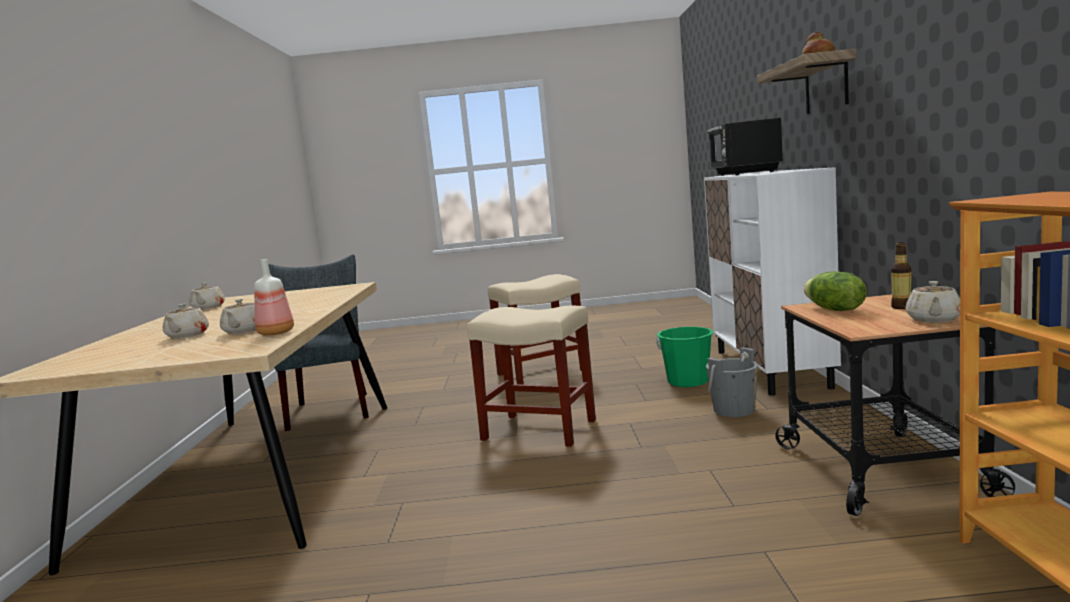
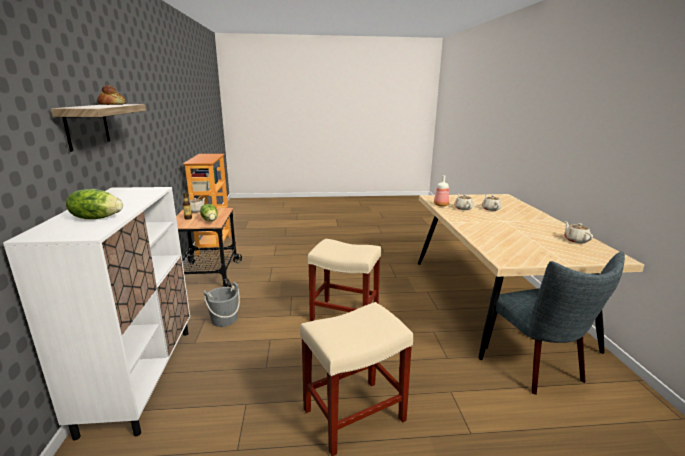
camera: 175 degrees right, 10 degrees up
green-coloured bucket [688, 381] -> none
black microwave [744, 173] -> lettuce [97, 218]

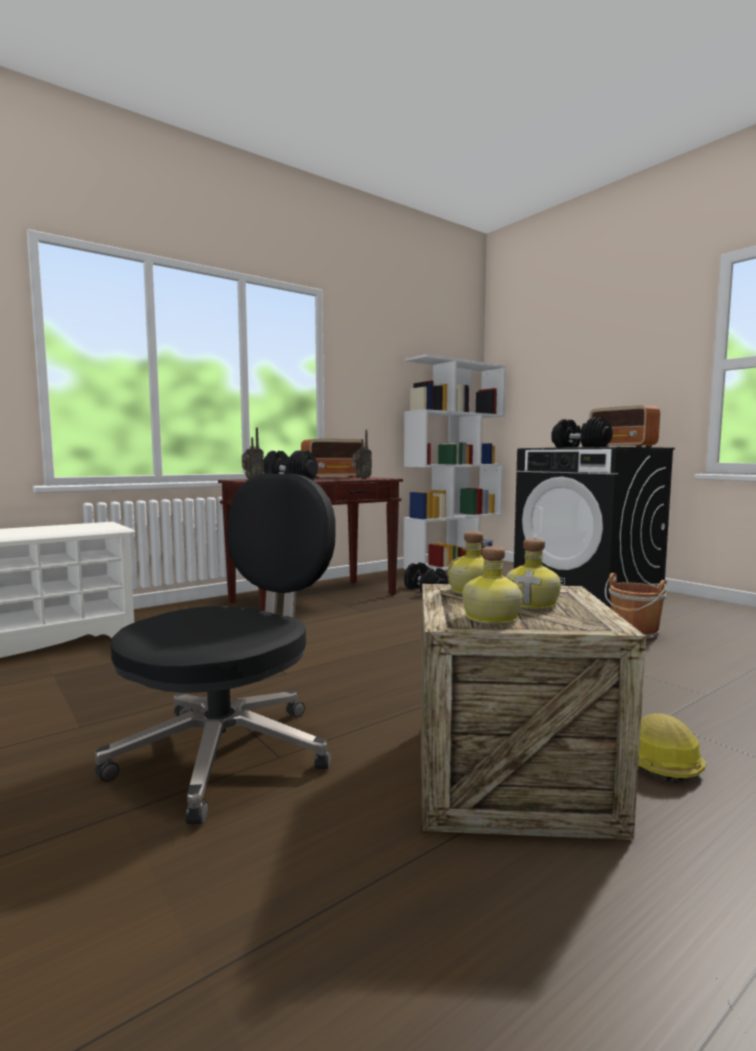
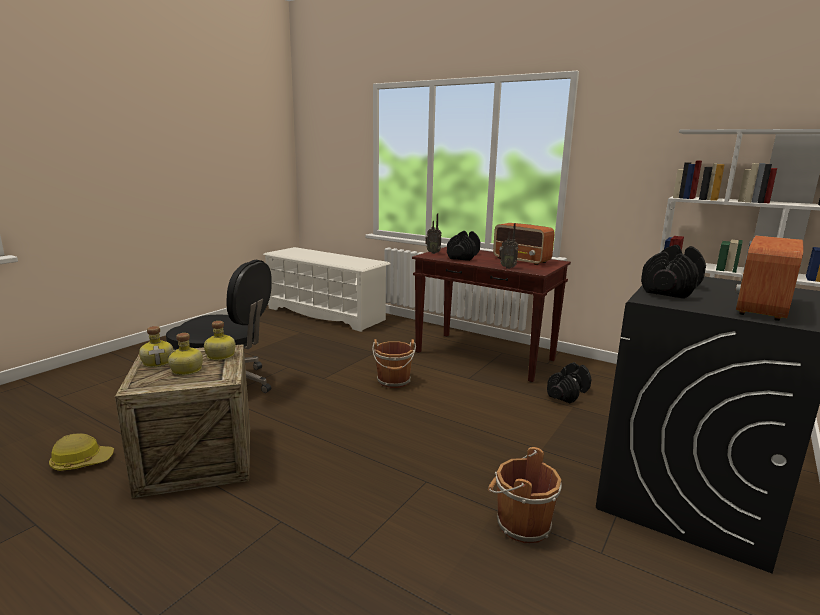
camera: 70 degrees right, 10 degrees up
none -> brown-coloured bucket [394, 381]
work helmet [659, 762] -> work helmet [82, 462], shifted

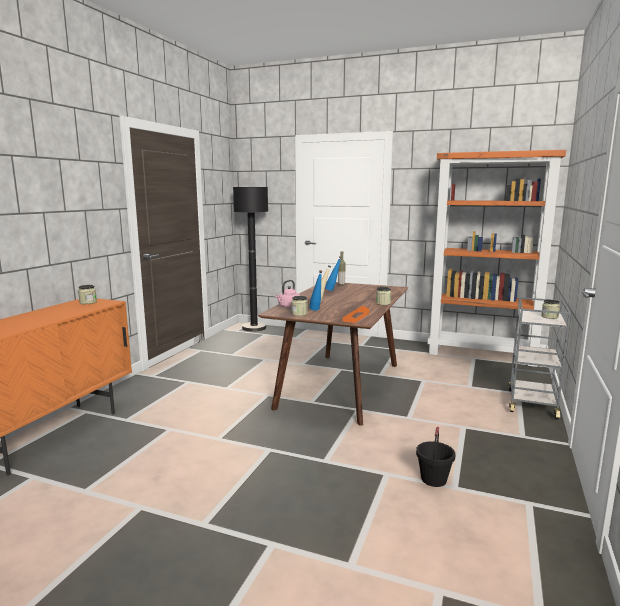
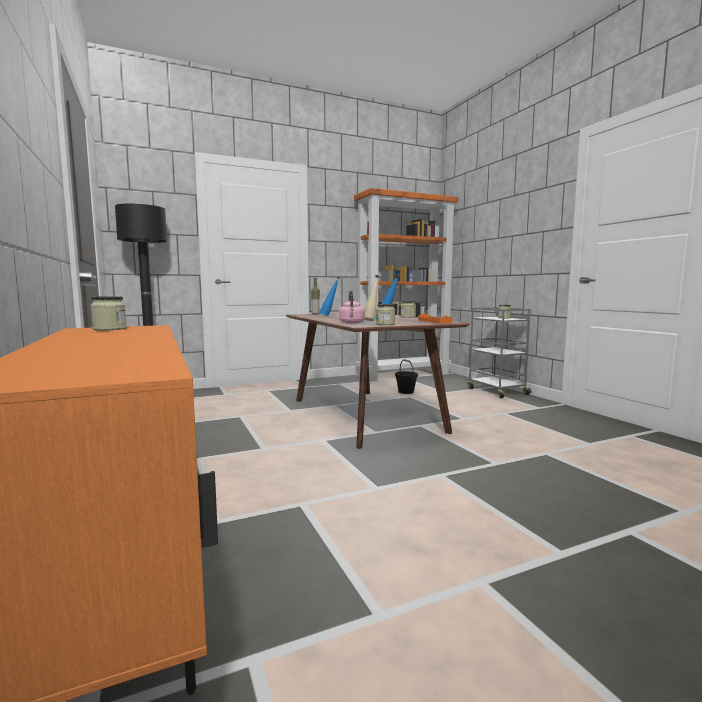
camera: 45 degrees left, 5 degrees down
black bucket [434, 479] -> black bucket [406, 392], shifted

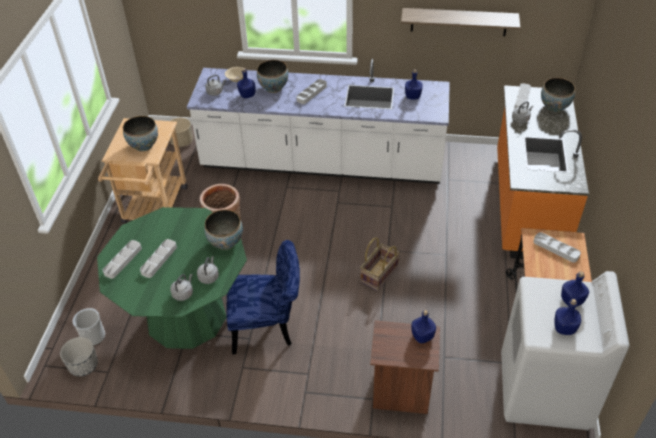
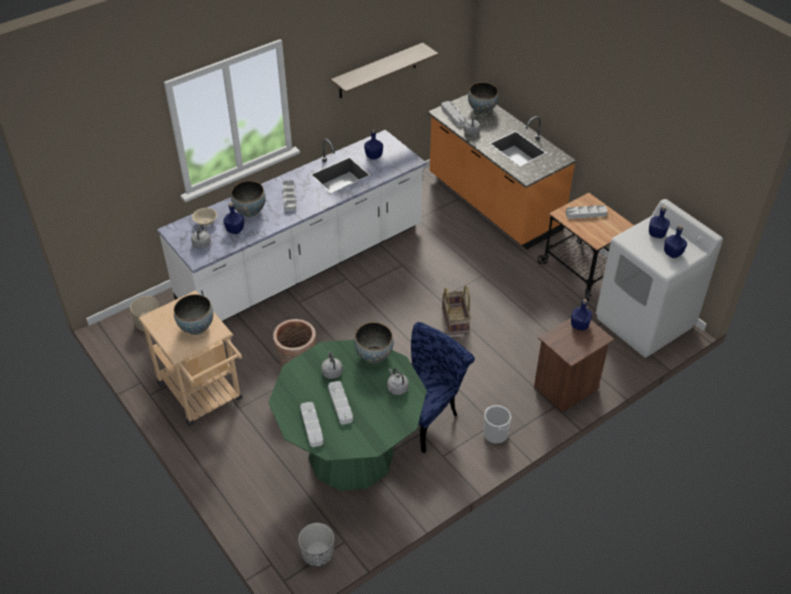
camera: 45 degrees left, 0 degrees up
bucket [93, 336] -> bucket [495, 434], shifted
greyish tea kettle [183, 293] -> greyish tea kettle [332, 372], shifted

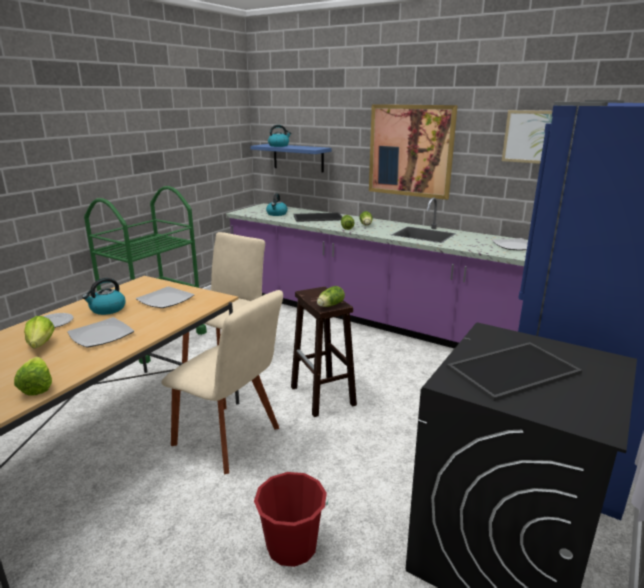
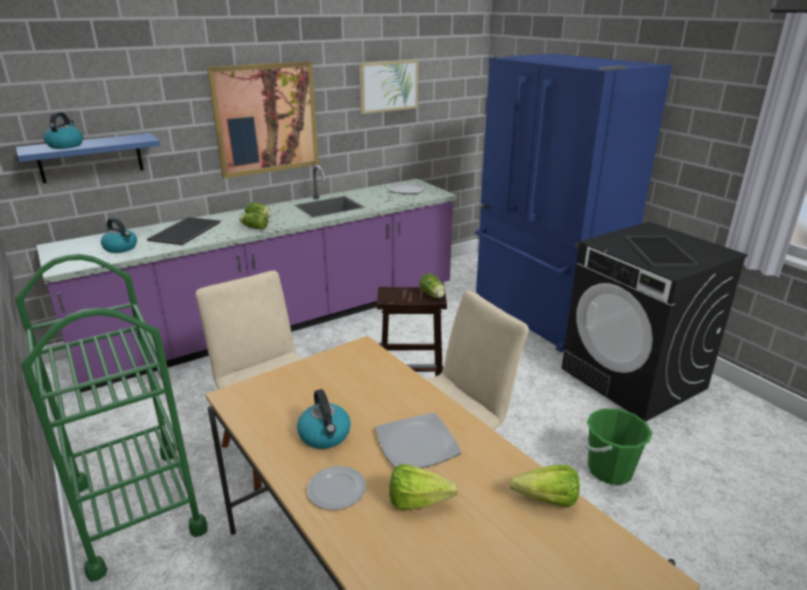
camera: 65 degrees left, 5 degrees up
dinner plate [165, 299] -> none
red-coloured bucket [292, 546] -> green-coloured bucket [610, 470]

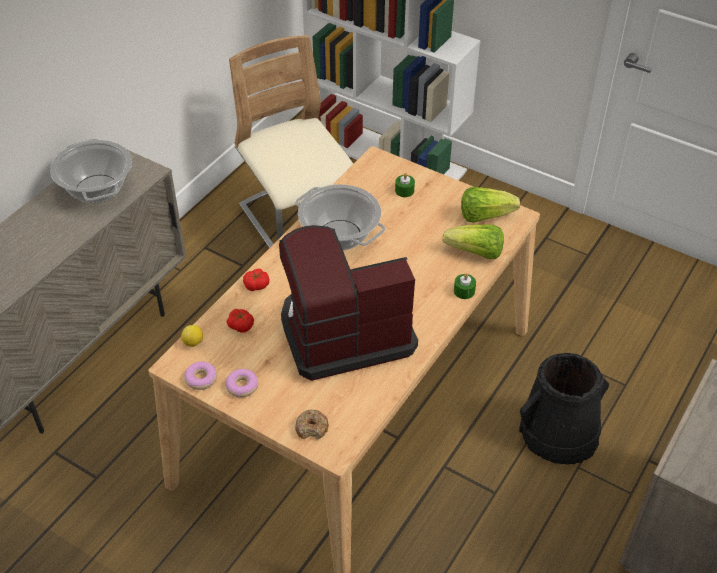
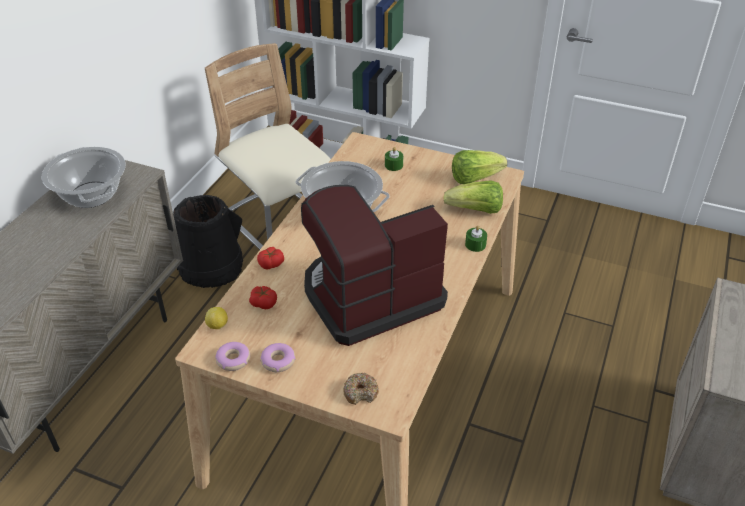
camera: 10 degrees left, 5 degrees down
black bucket [559, 432] -> black bucket [211, 266], shifted

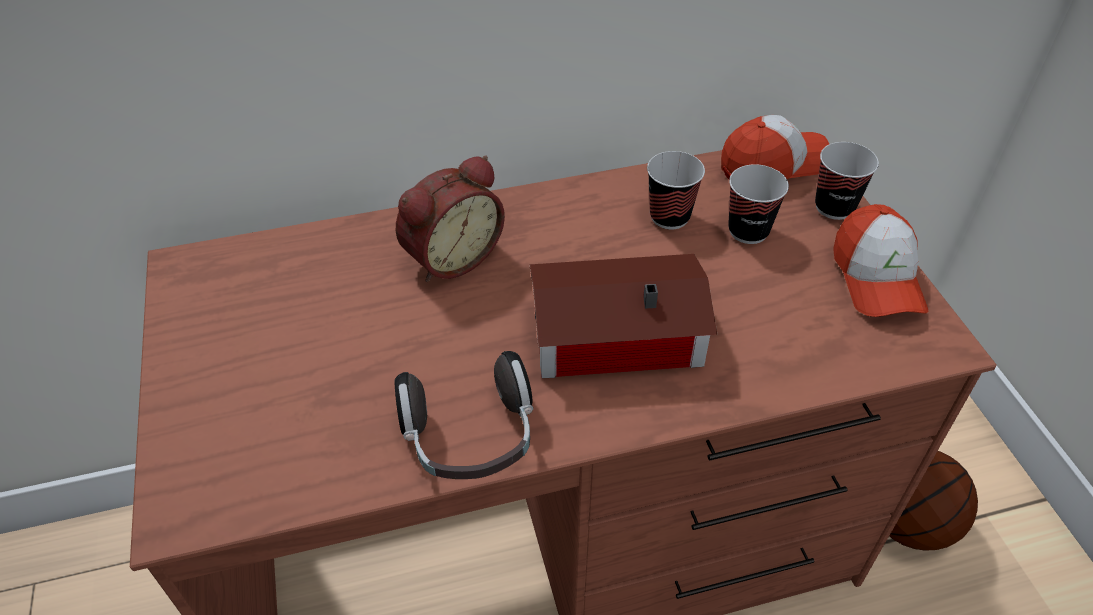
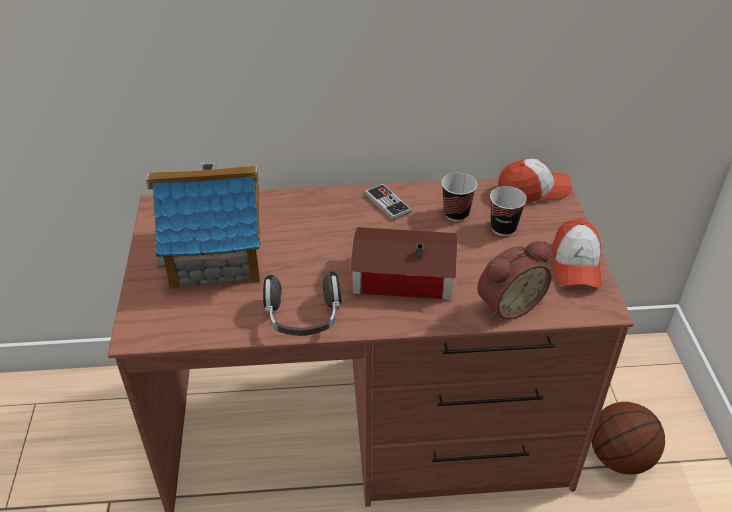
camera: 10 degrees right, 5 degrees down
small cup [834, 207] -> none
none -> miniature house [216, 256]
none -> gamepad [387, 203]
alarm clock [451, 256] -> alarm clock [507, 304], shifted

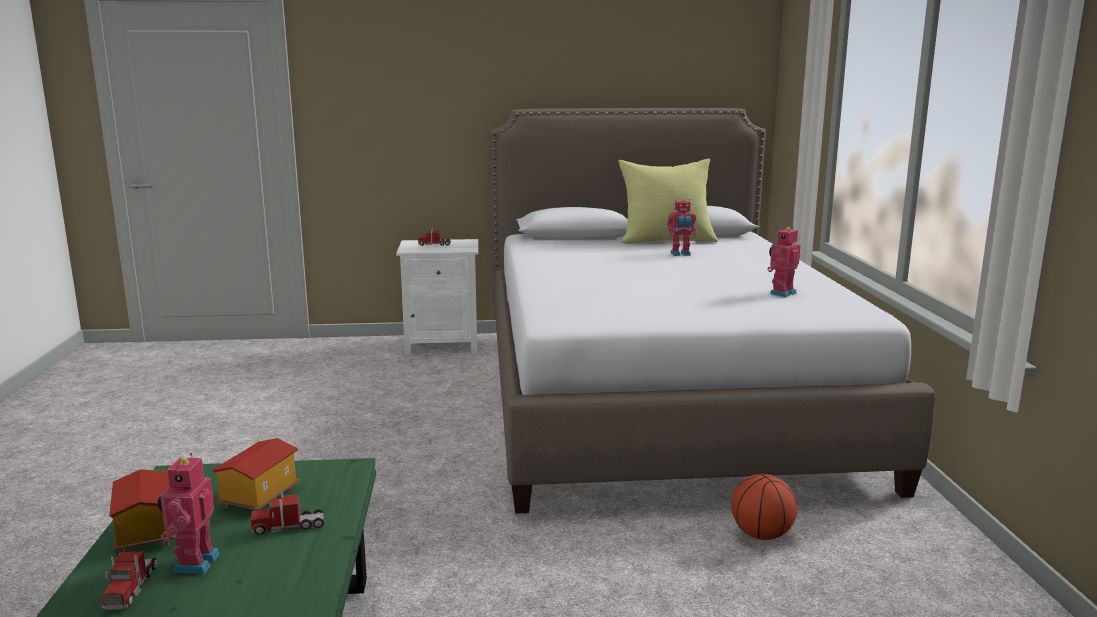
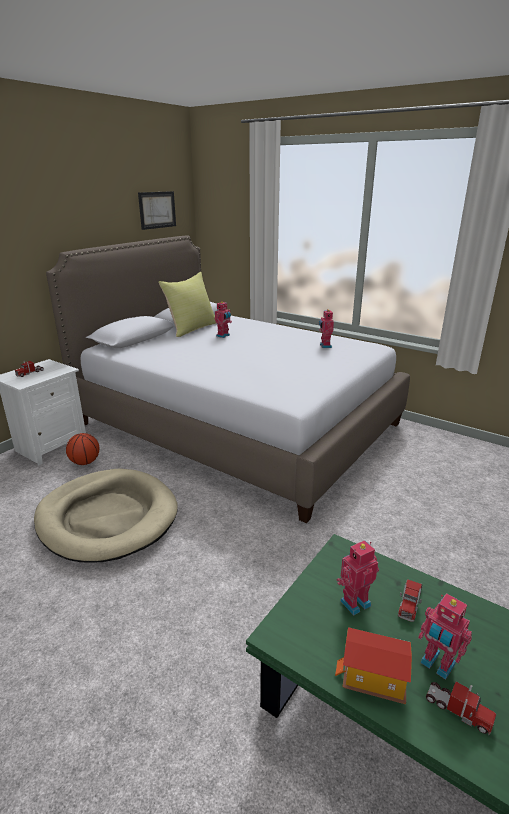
camera: 50 degrees left, 10 degrees up
none -> sand-coloured pet bed [107, 518]
none -> wall picture [157, 210]
basketball [761, 535] -> basketball [85, 462], shifted
miniature house [259, 497] -> toy robot [354, 601]

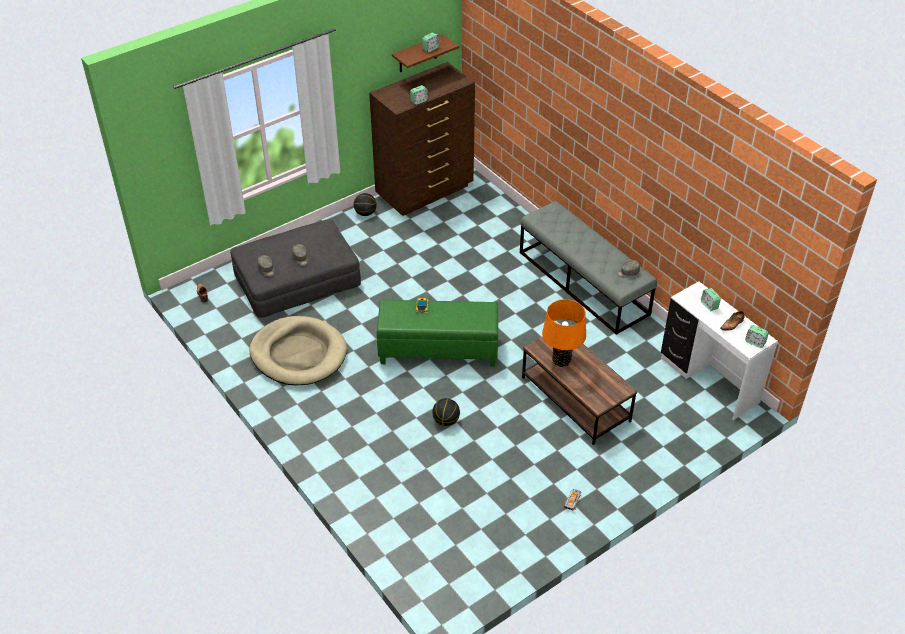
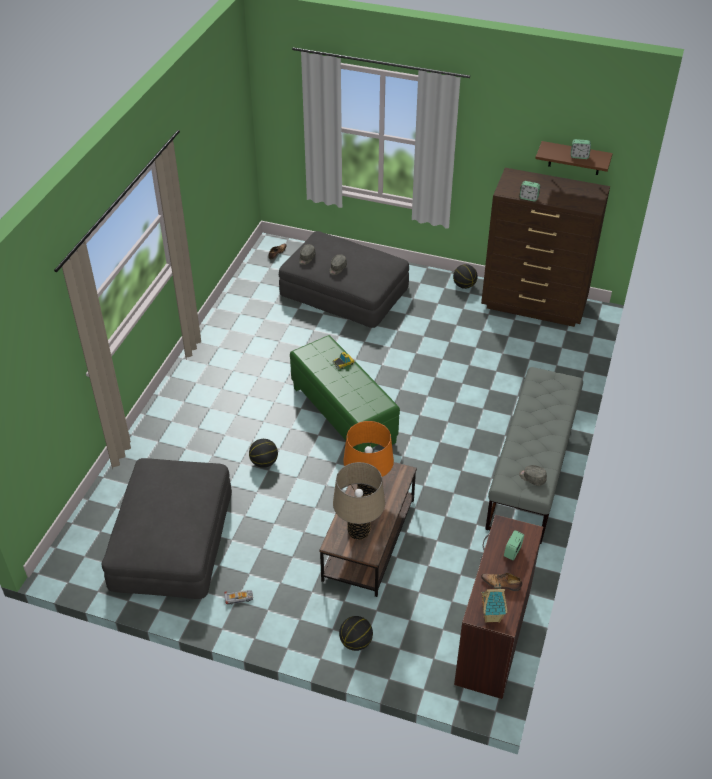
camera: 55 degrees right, 0 degrees up
sand-coloured pet bed [298, 354] -> none
none -> greyish ottoman [171, 538]
none -> sand-coloured table lamp [358, 531]
none -> basketball [356, 642]
alarm clock [755, 342] -> miniature house [492, 616]
white-coloured desk unit [708, 381] -> brown-coloured desk unit [492, 636]

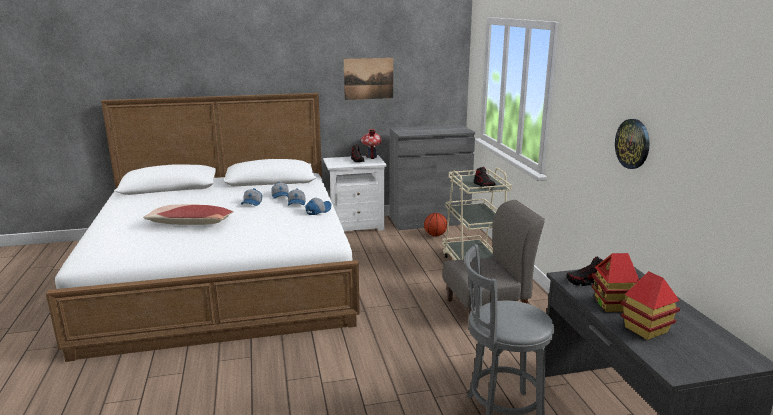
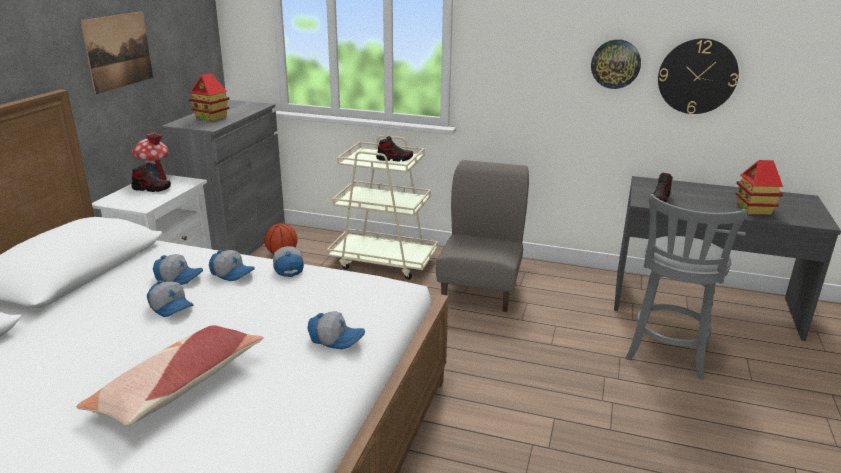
camera: 60 degrees left, 5 degrees up
none -> cap [336, 338]
none -> hanging clock [697, 76]
miniature house [612, 304] -> miniature house [211, 117], shifted

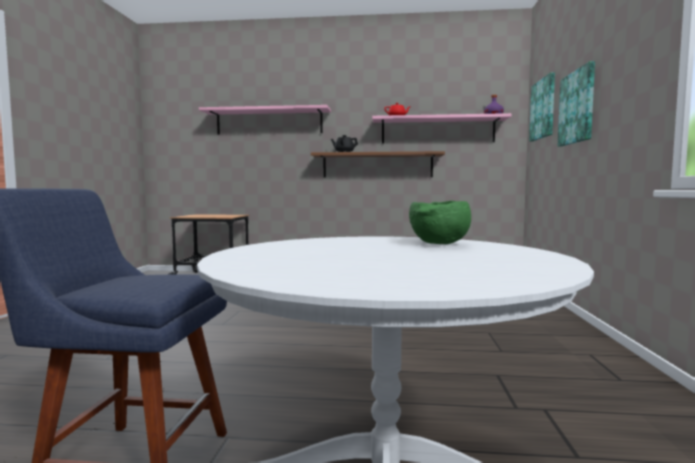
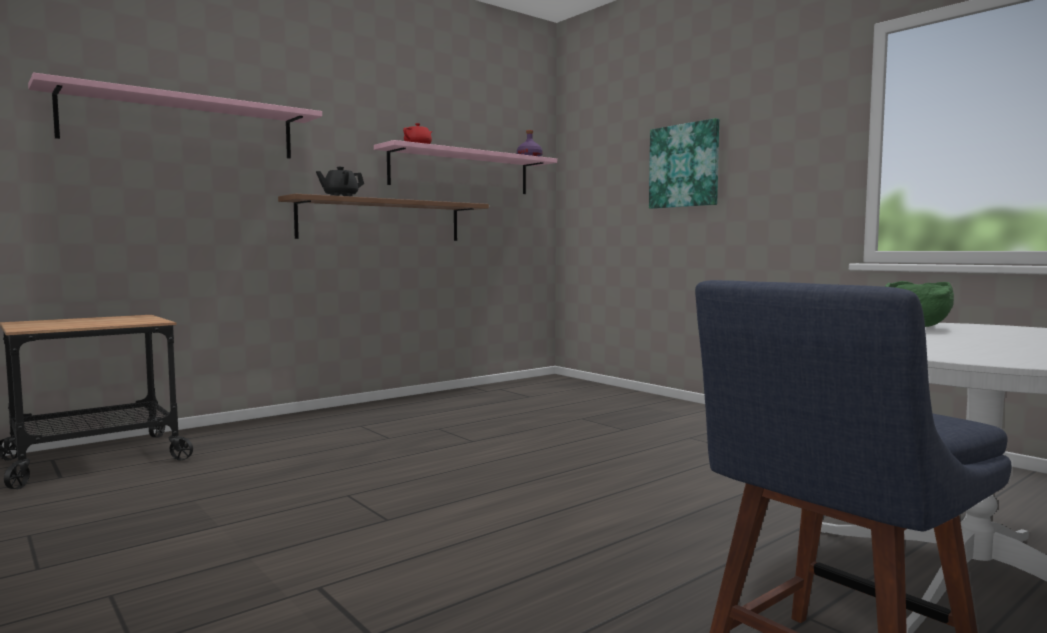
camera: 45 degrees left, 0 degrees up
wall picture [543, 109] -> none

